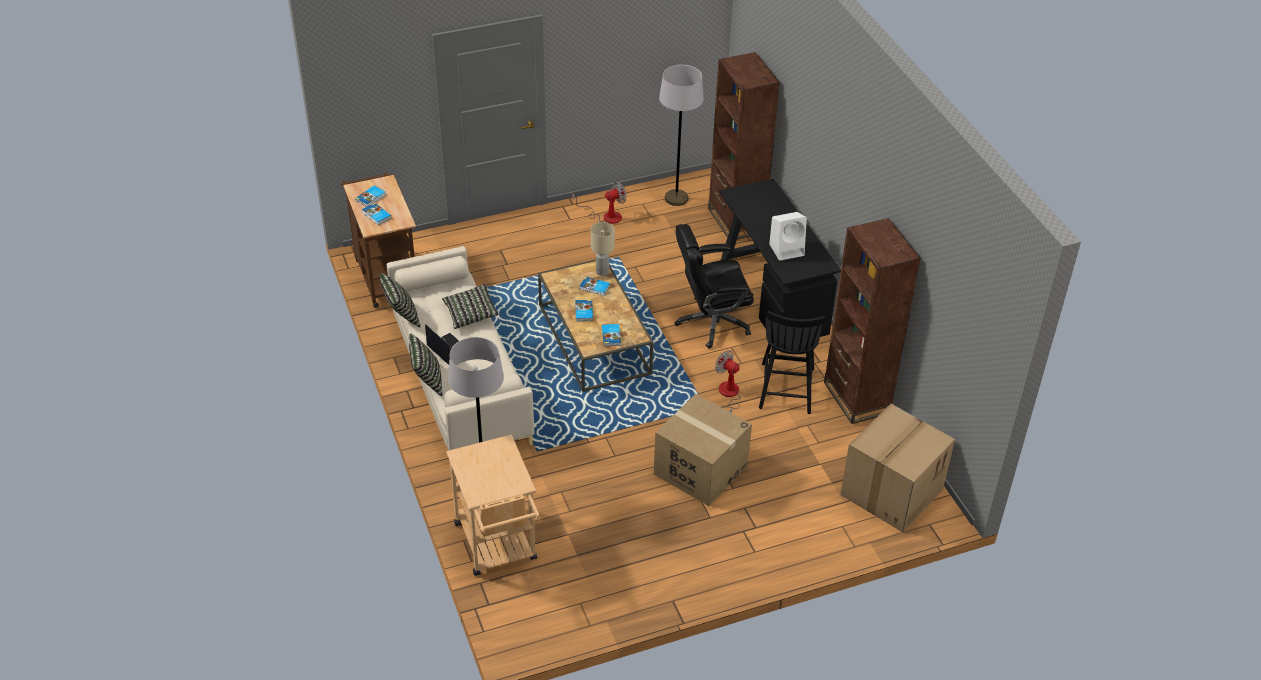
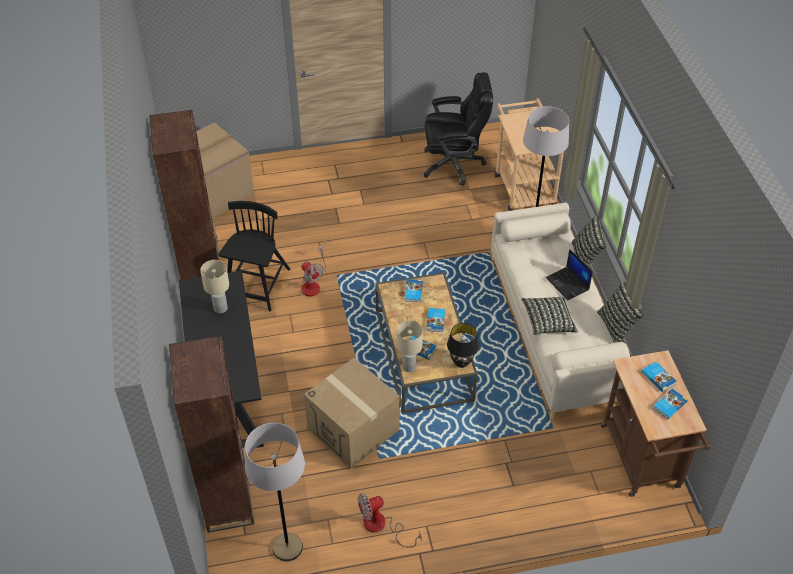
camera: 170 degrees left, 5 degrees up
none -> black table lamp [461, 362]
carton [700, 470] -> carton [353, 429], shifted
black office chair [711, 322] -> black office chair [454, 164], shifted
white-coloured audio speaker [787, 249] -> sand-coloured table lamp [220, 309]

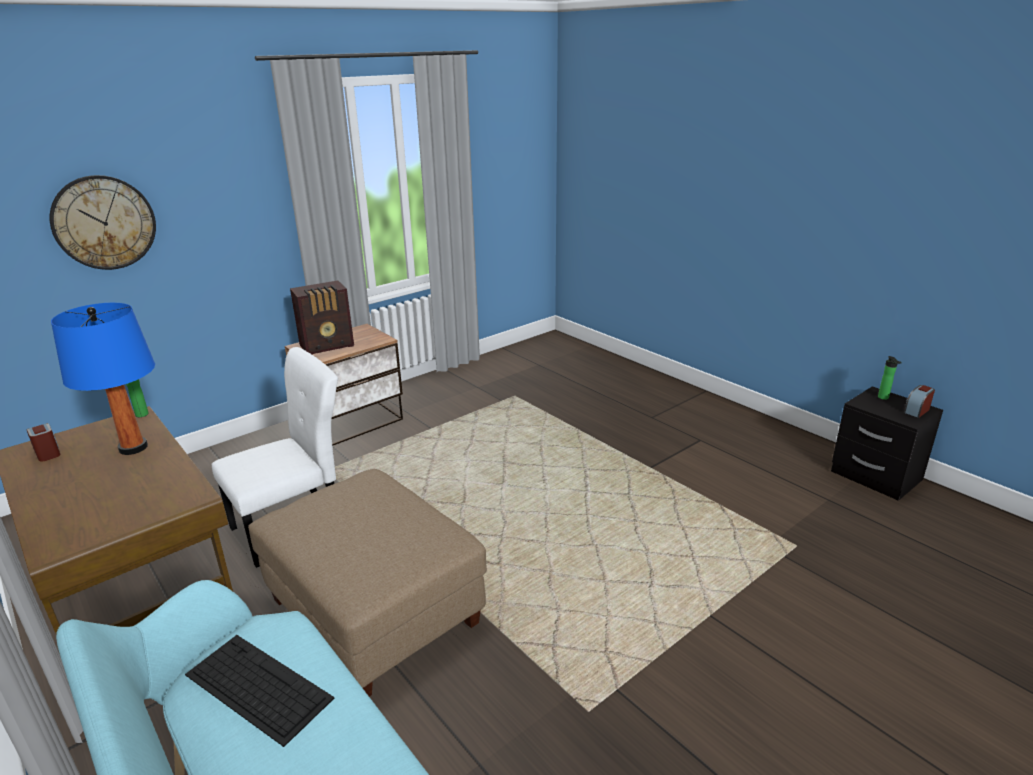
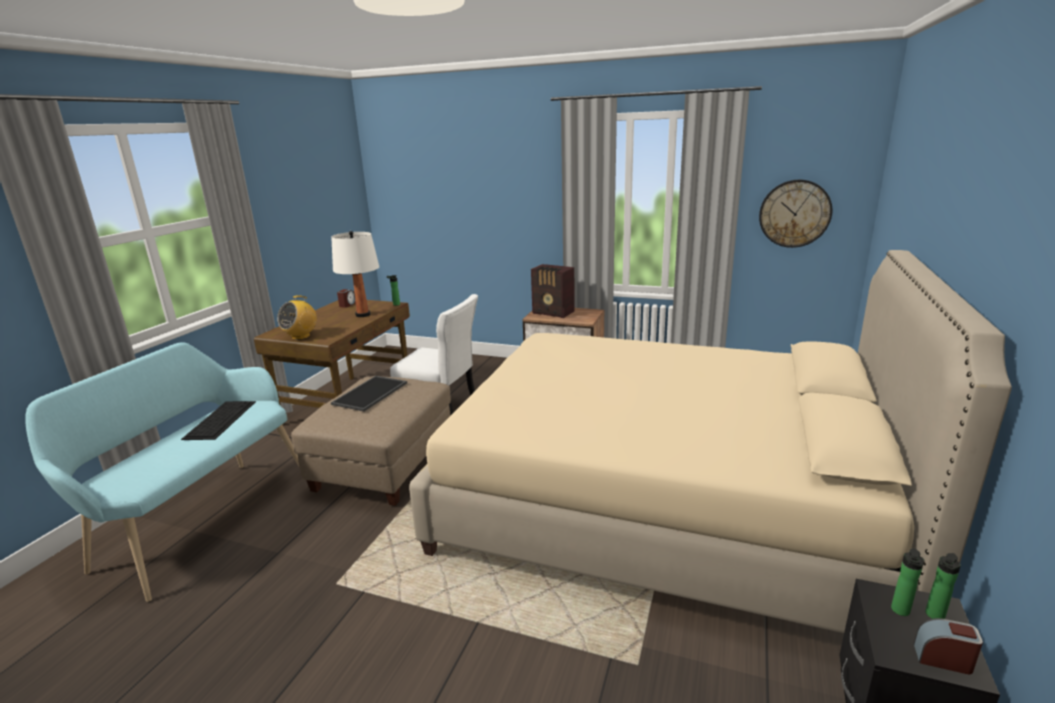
camera: 60 degrees right, 5 degrees down
none -> radio receiver [301, 336]
none -> serving tray [371, 394]
none -> sand-coloured bed [661, 504]
none -> bottle [900, 612]
hanging clock [104, 223] -> hanging clock [794, 213], shifted
bluish table lamp [133, 448] -> white-coloured table lamp [363, 315]

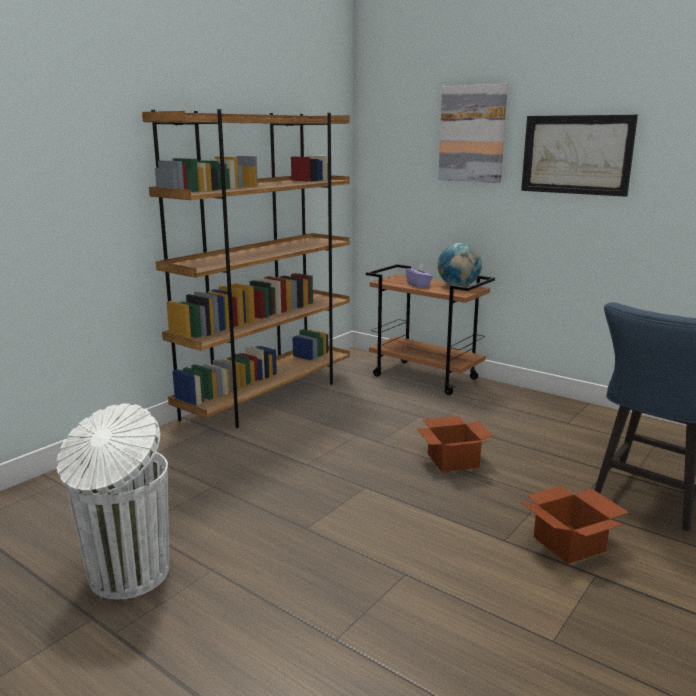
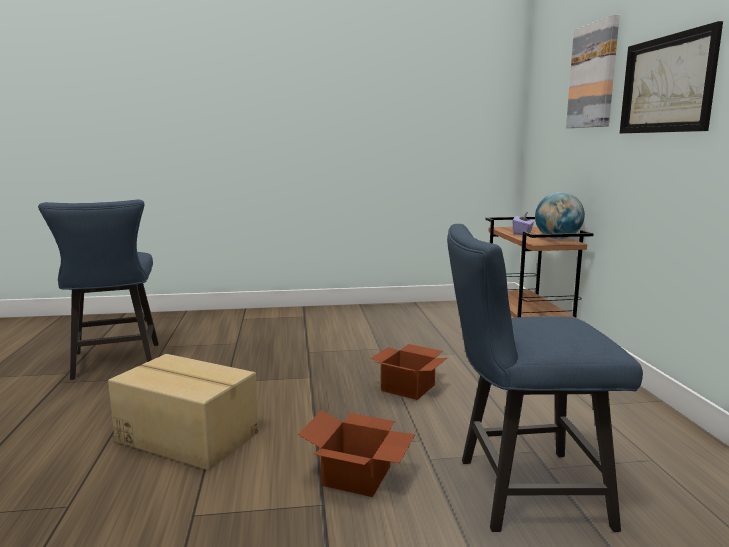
camera: 45 degrees right, 5 degrees down
brown-coloured shelving unit [268, 397] -> none
none -> carton [188, 436]
white-coloured waste bin [127, 575] -> bluish plain chair [115, 363]

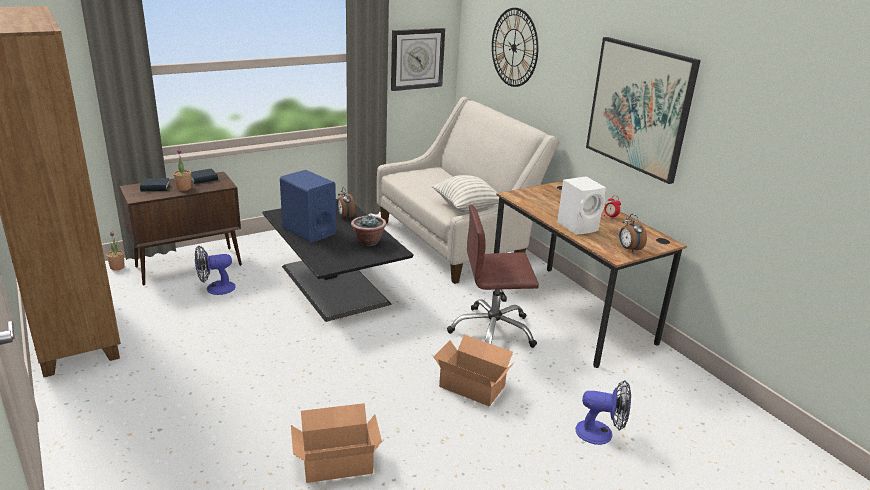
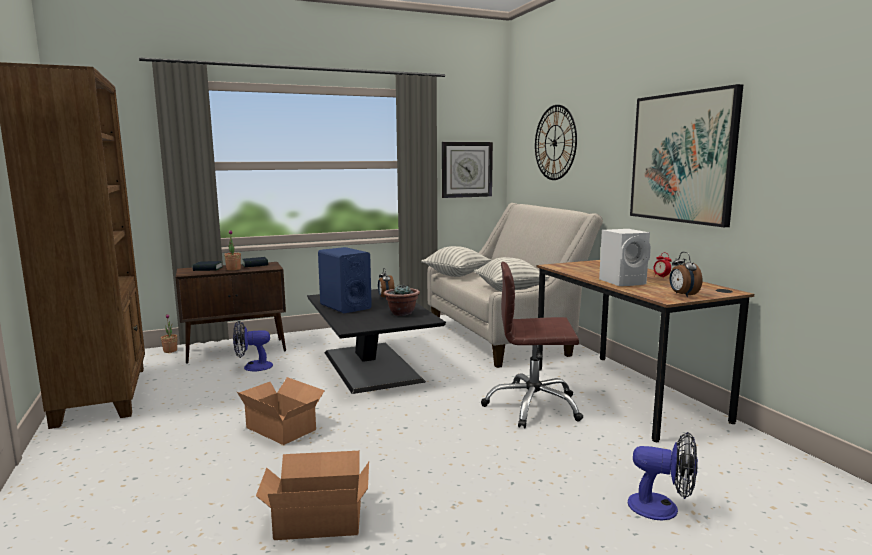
camera: 10 degrees right, 15 degrees down
none -> throw pillow [456, 275]
carton [472, 384] -> carton [282, 427], shifted

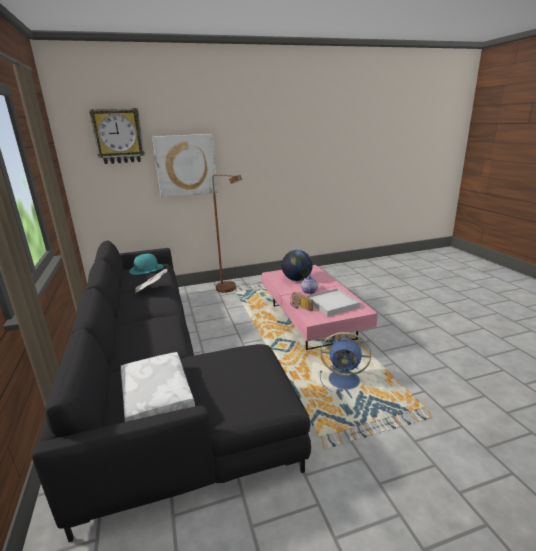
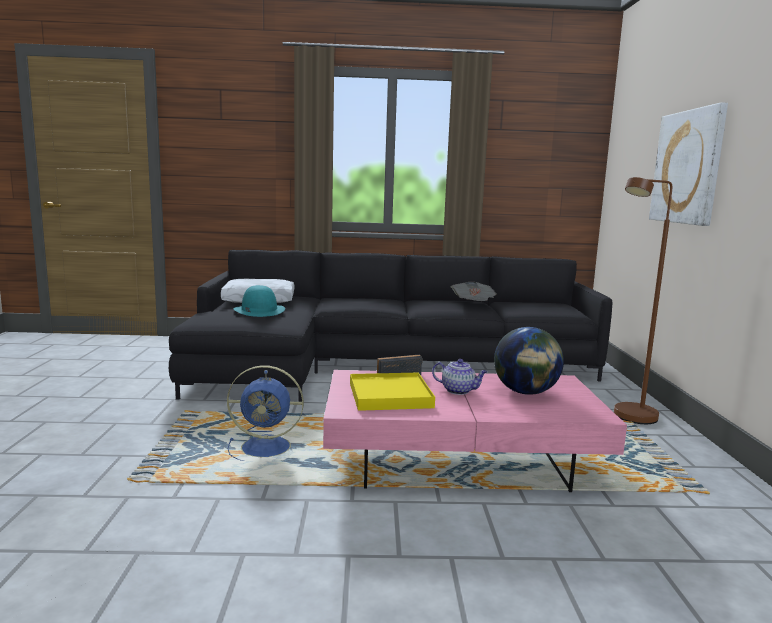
camera: 105 degrees right, 10 degrees down
hanging clock [118, 136] -> none
turquoise clothing hat [146, 269] -> turquoise clothing hat [259, 310], shifted
white-coloured serving tray [333, 304] -> yellowish serving tray [390, 395]
bluish fan [345, 380] -> bluish fan [268, 447], 120 degrees counterclockwise

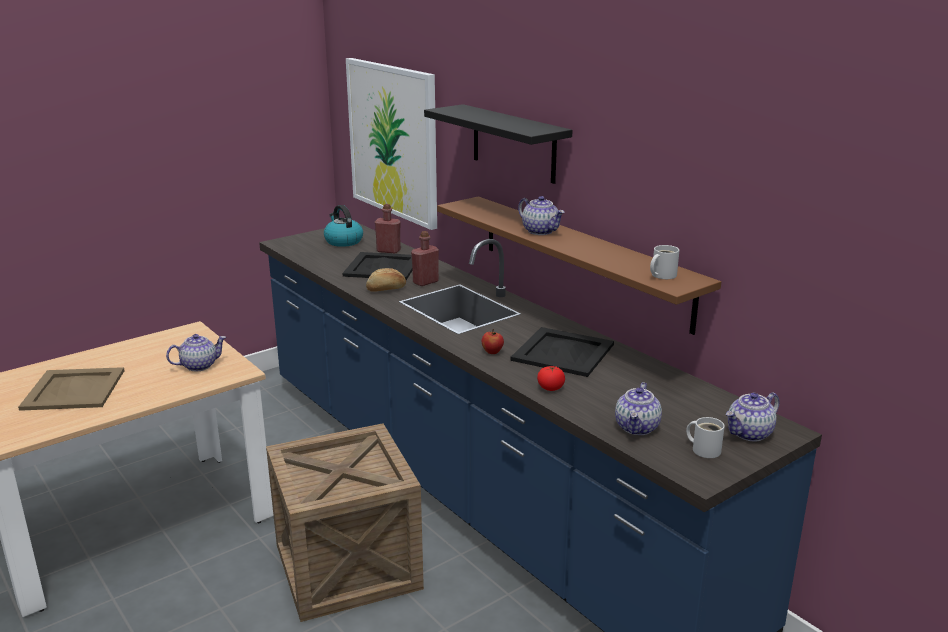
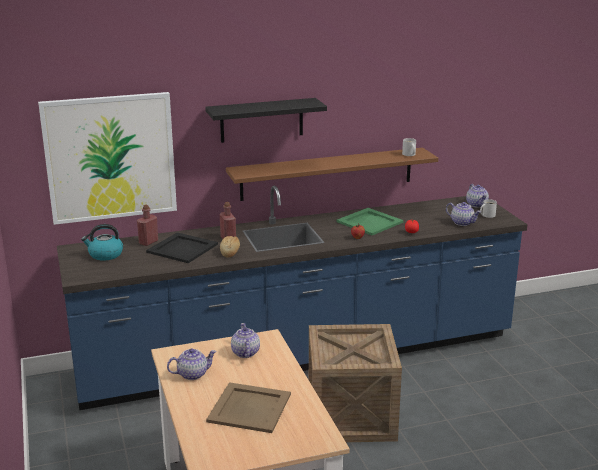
camera: 70 degrees left, 0 degrees up
tea pot [541, 231] -> tea pot [193, 374], shifted
black serving tray [562, 352] -> green-coloured serving tray [369, 222]

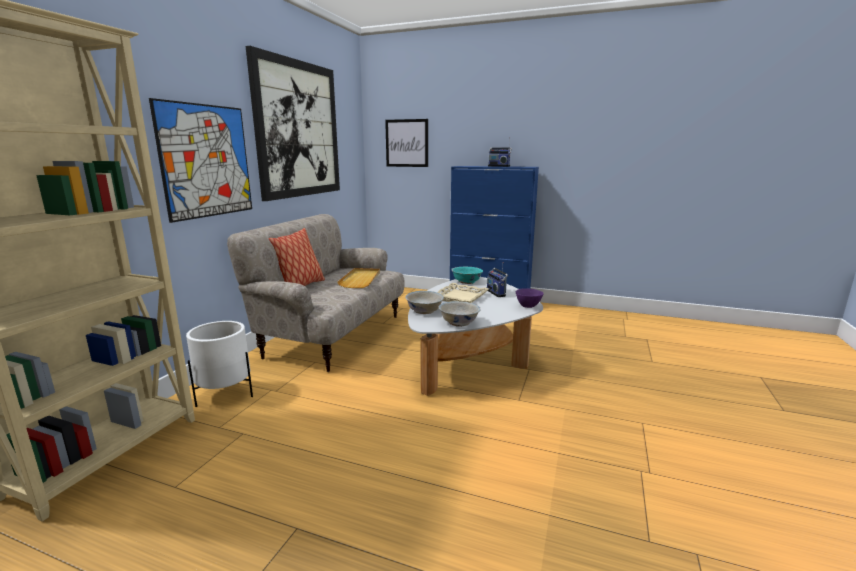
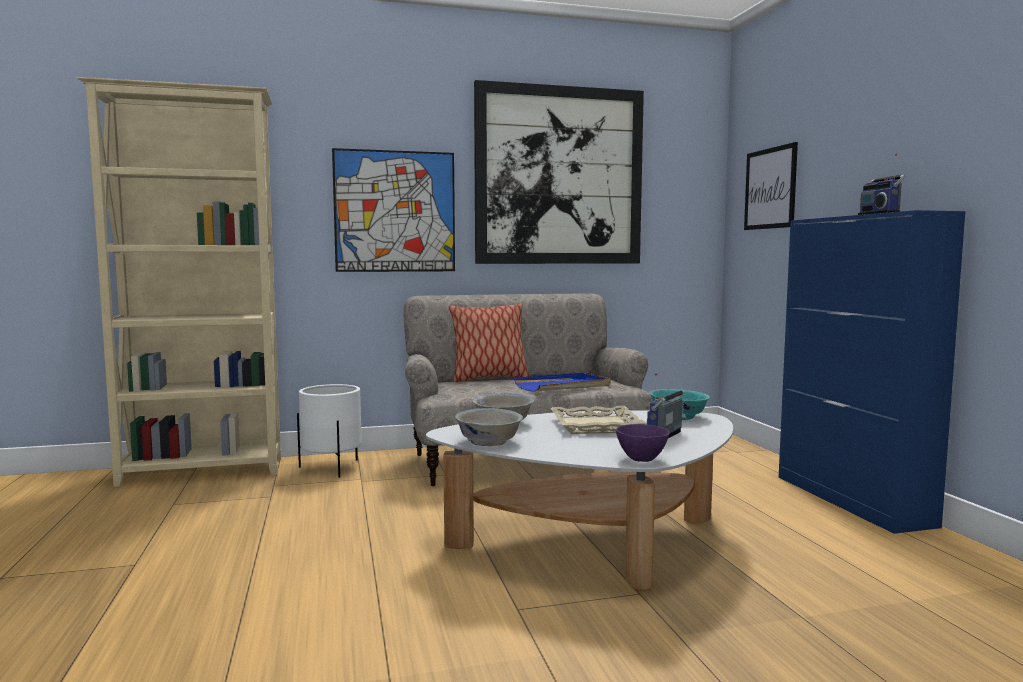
camera: 55 degrees right, 10 degrees down
sand-coloured serving tray [361, 279] -> bluish serving tray [563, 386]

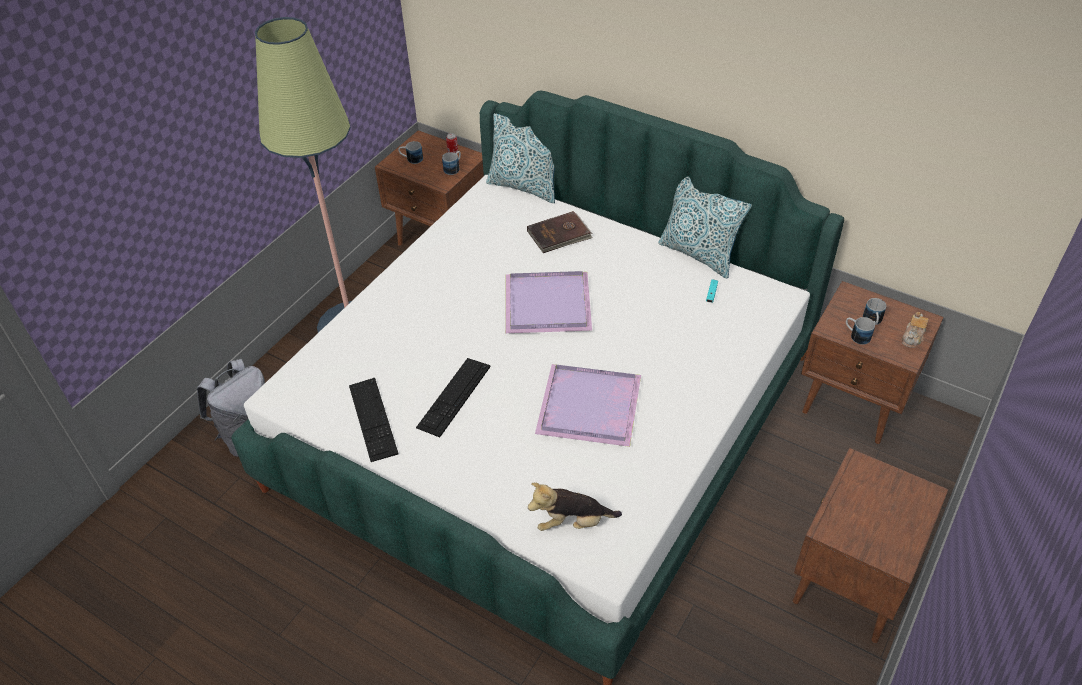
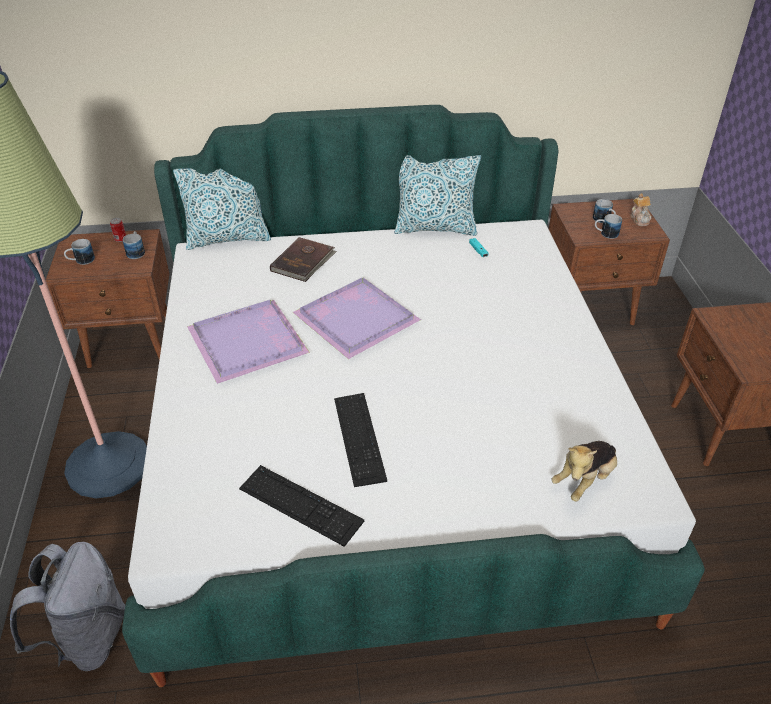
camera: 40 degrees left, 5 degrees down
purplish serving tray [590, 408] -> purplish serving tray [250, 343], shifted

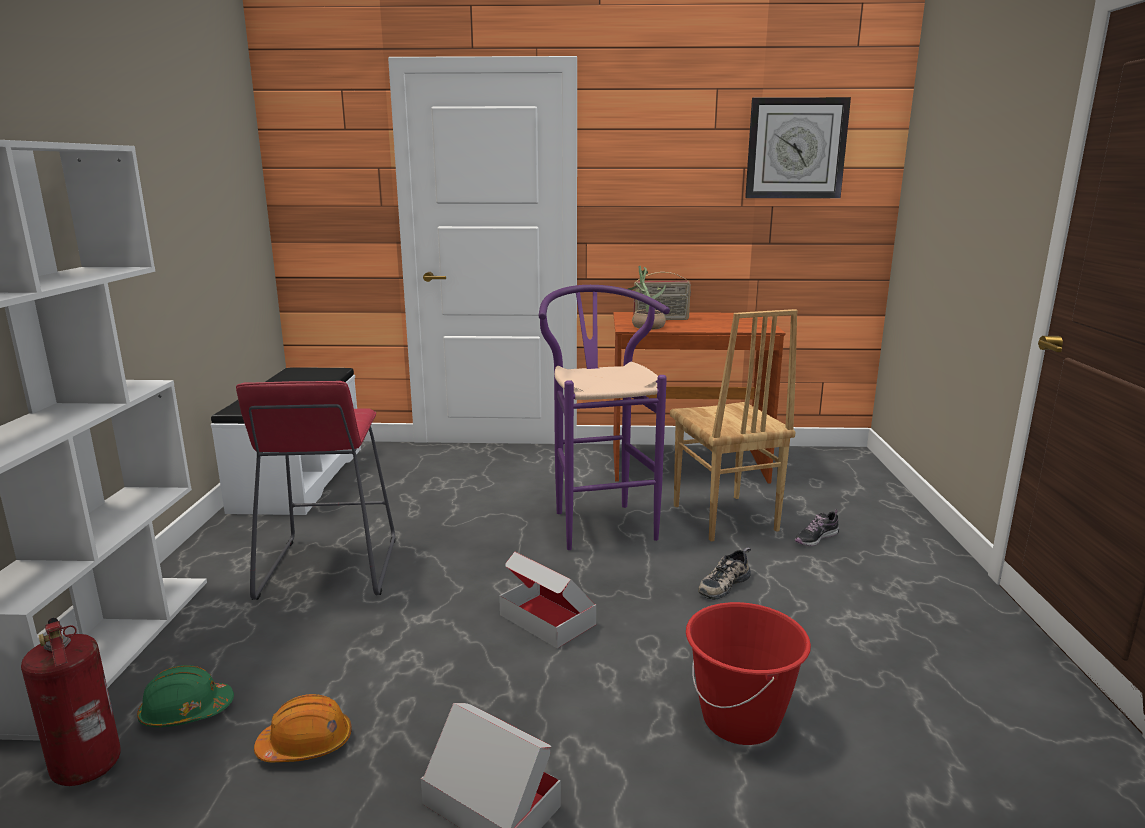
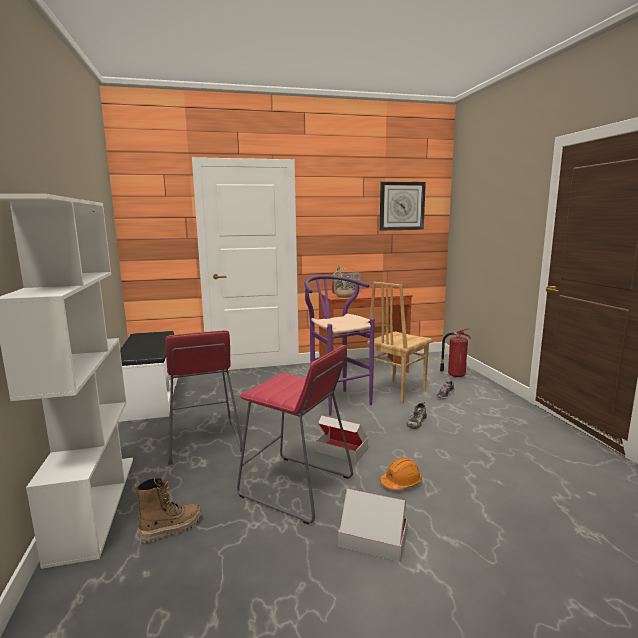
camera: 15 degrees left, 5 degrees down
red-coloured bucket [741, 720] -> none
none -> red-coloured sitting stool [296, 487]
extinguisher [87, 765] -> extinguisher [455, 375], shifted
orange work helmet [306, 745] -> orange work helmet [401, 482], shifted
green-coloured work helmet [186, 712] -> boot [171, 528]
brown-coloured plain chair [723, 518] -> brown-coloured plain chair [396, 391], 75 degrees clockwise

